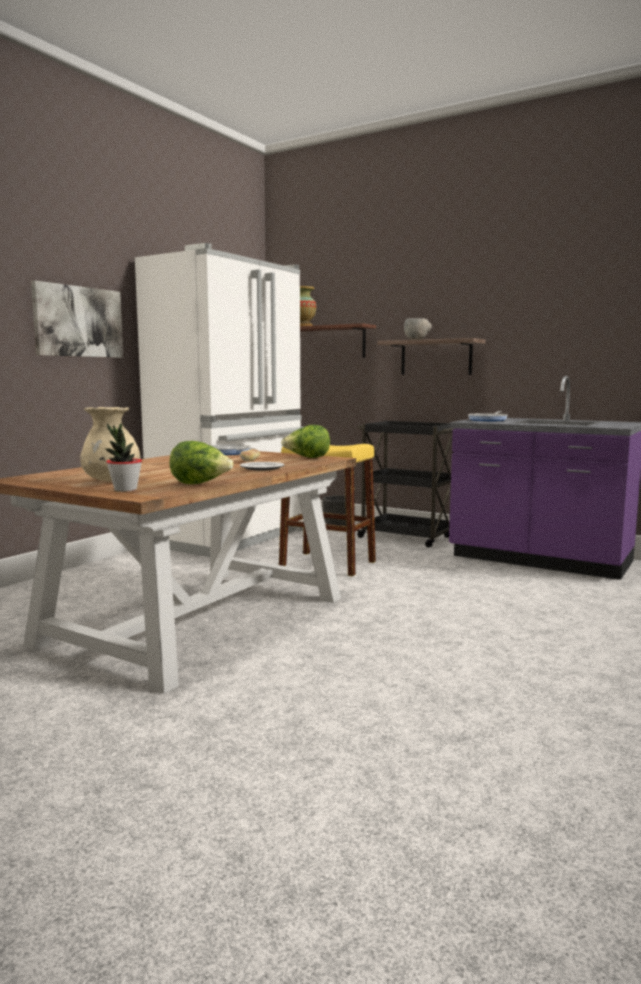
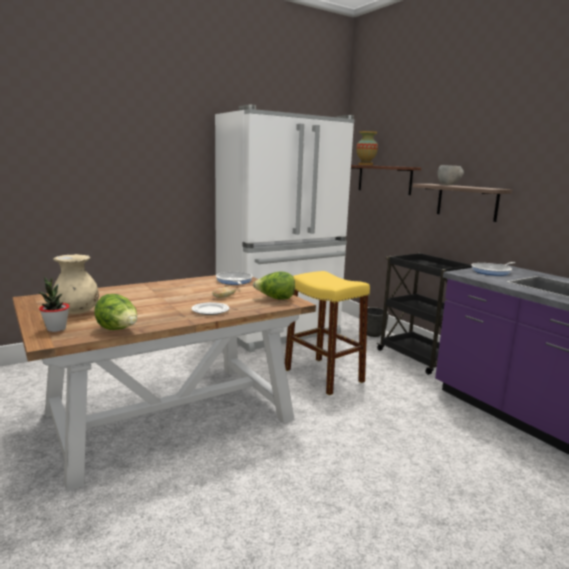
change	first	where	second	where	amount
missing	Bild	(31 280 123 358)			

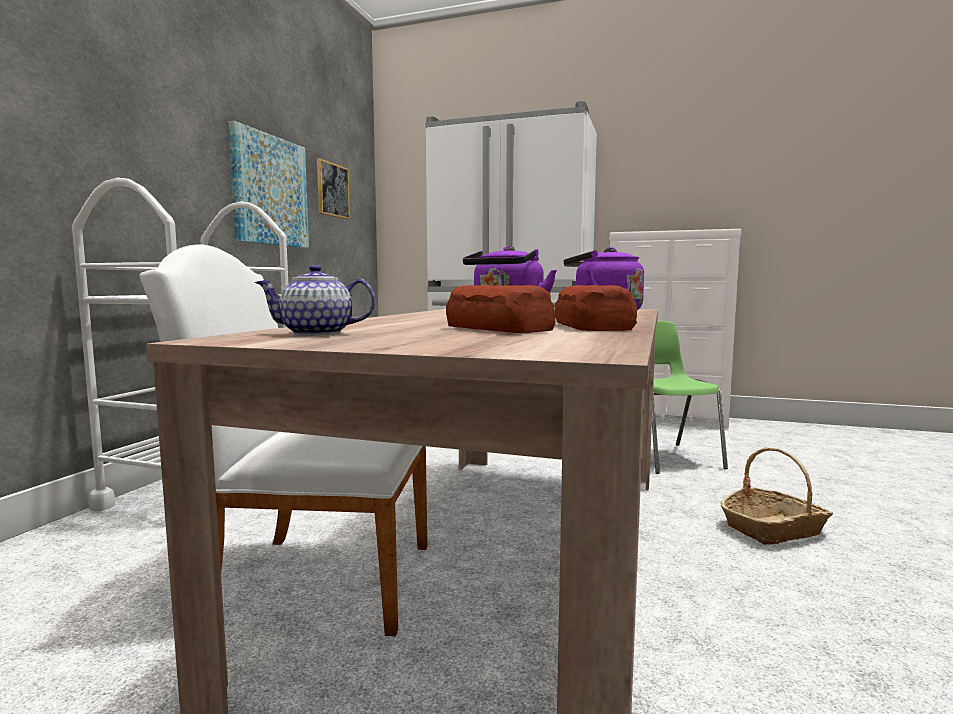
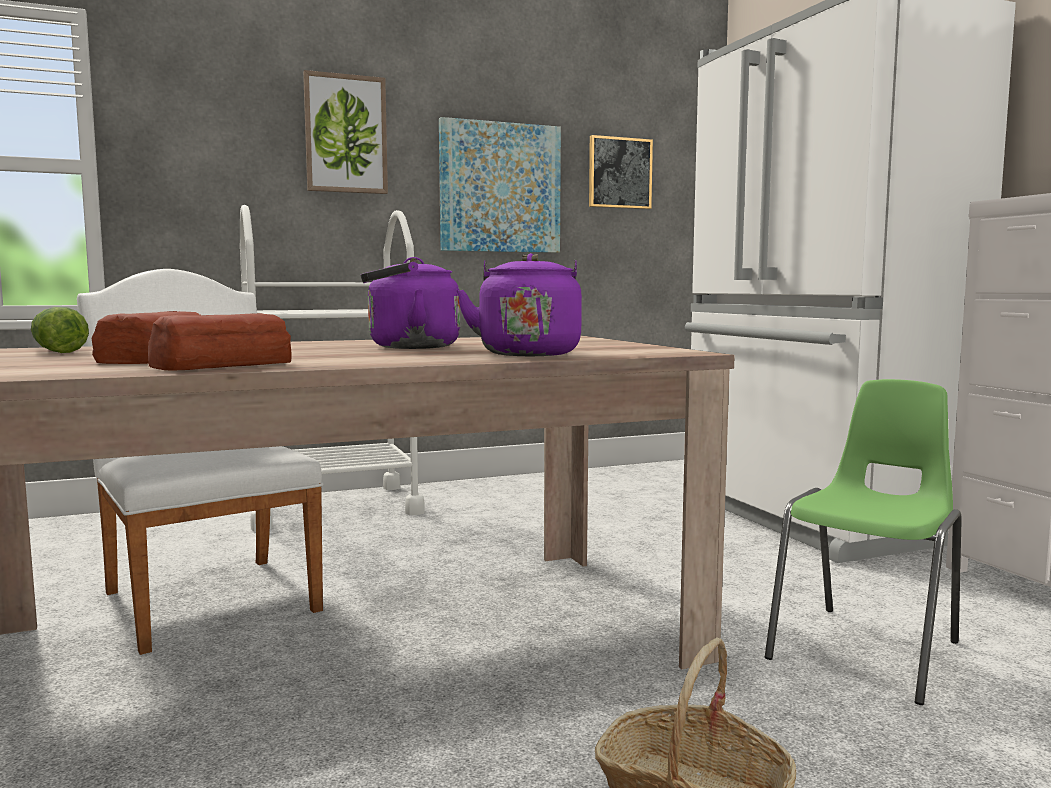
change	first	where	second	where	amount
appeared			Bild	(303 70 388 194)	
exchanged	Teekanne	(255 265 375 336)	Salatkopf	(31 307 89 353)	

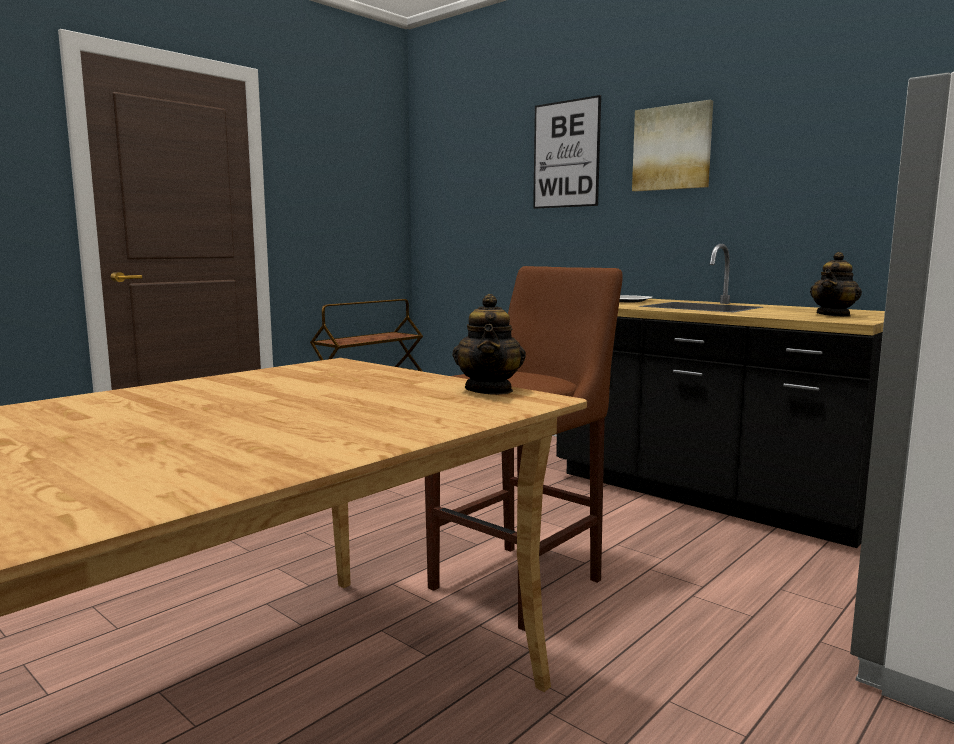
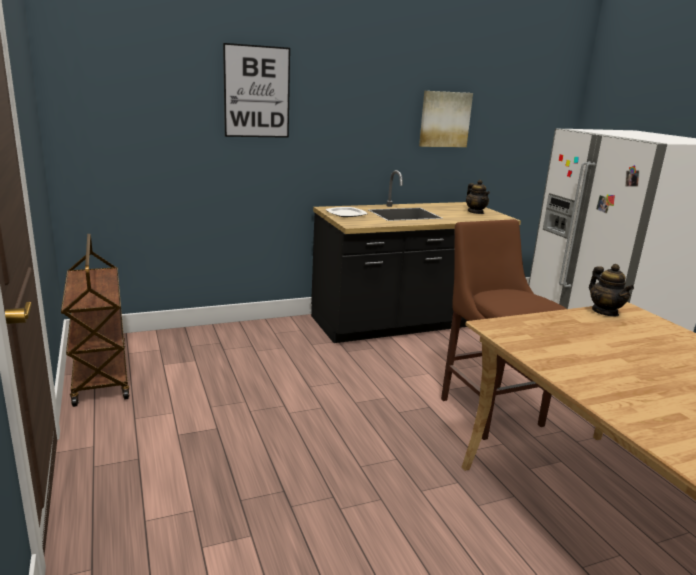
change	first	where	second	where	amount
relocated	Bild	(632 100 713 192)		(419 91 473 147)	
spun	Teekanne	(453 294 526 395)		(589 264 634 317)	45 degrees clockwise

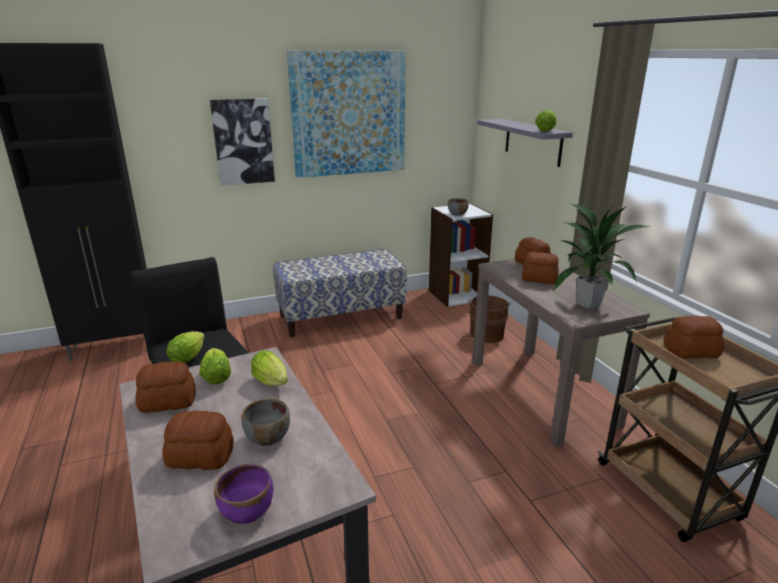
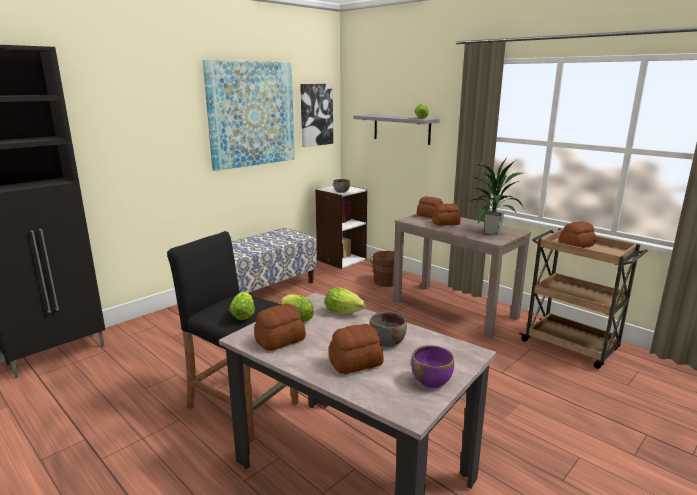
change	first	where	second	where	amount
relocated	Bild	(210 98 275 186)		(300 84 333 147)	

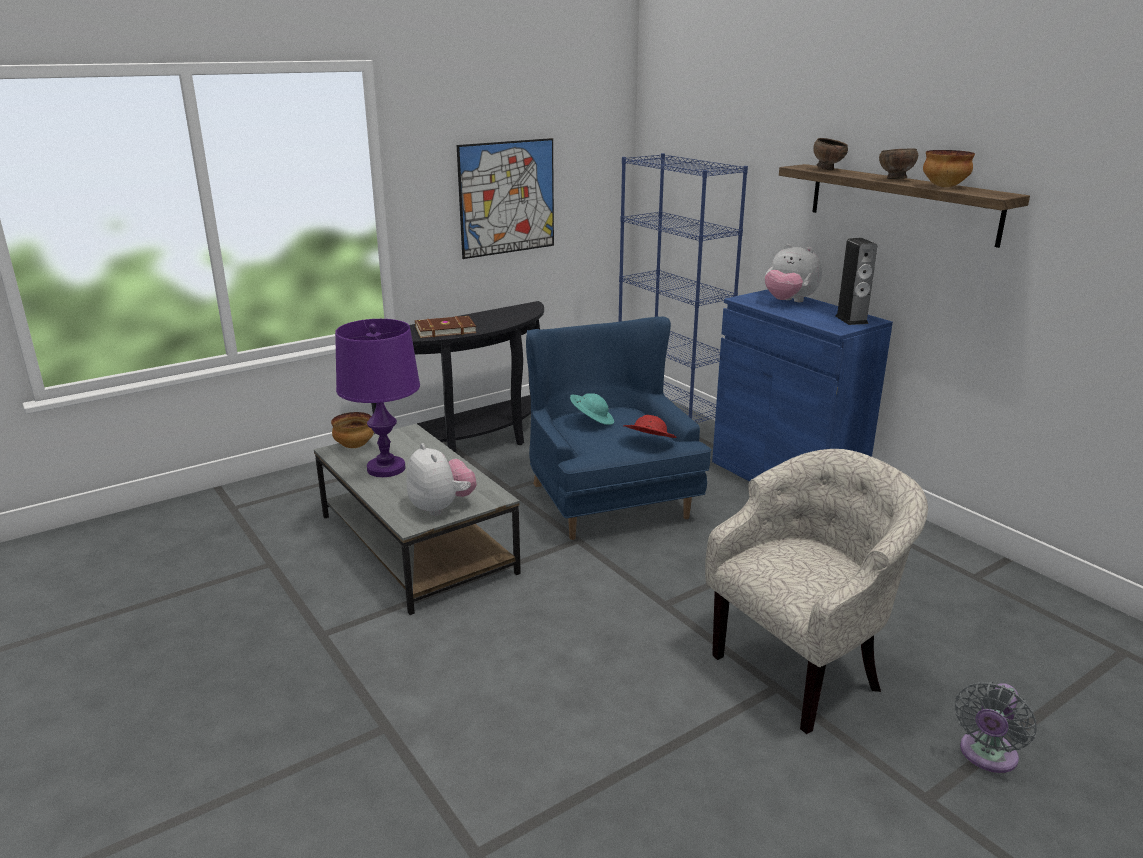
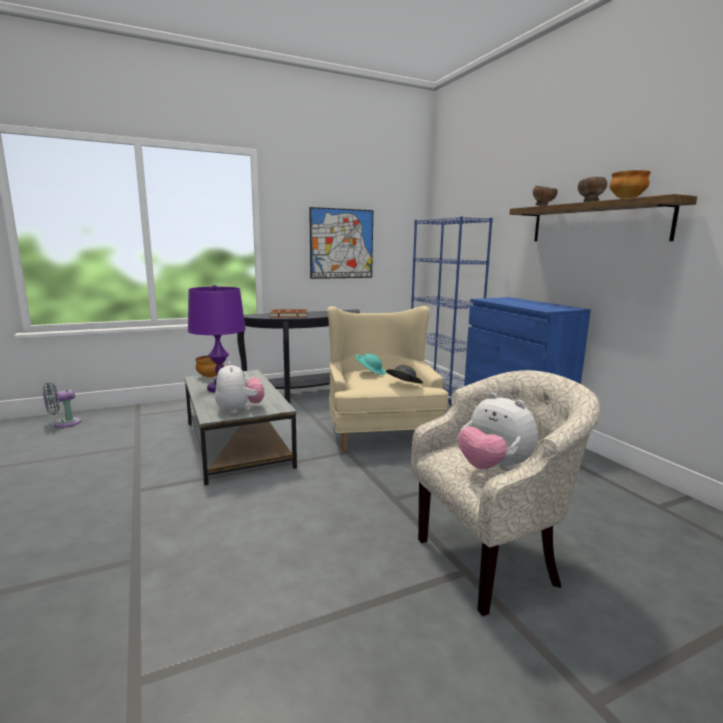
change	first	where	second	where	amount
missing	Lautsprecher	(835 238 877 325)			
relocated	Plüschtier	(765 244 822 302)		(458 393 538 470)	
relocated	Ventilator (grau)	(955 682 1037 773)		(43 382 81 428)	
colour	Sessel (blau)	(526 316 711 540)	Sessel (beige)	(327 306 449 452)	
colour	Hut (rot)	(623 415 677 438)	Hut (grau)	(385 365 423 384)	

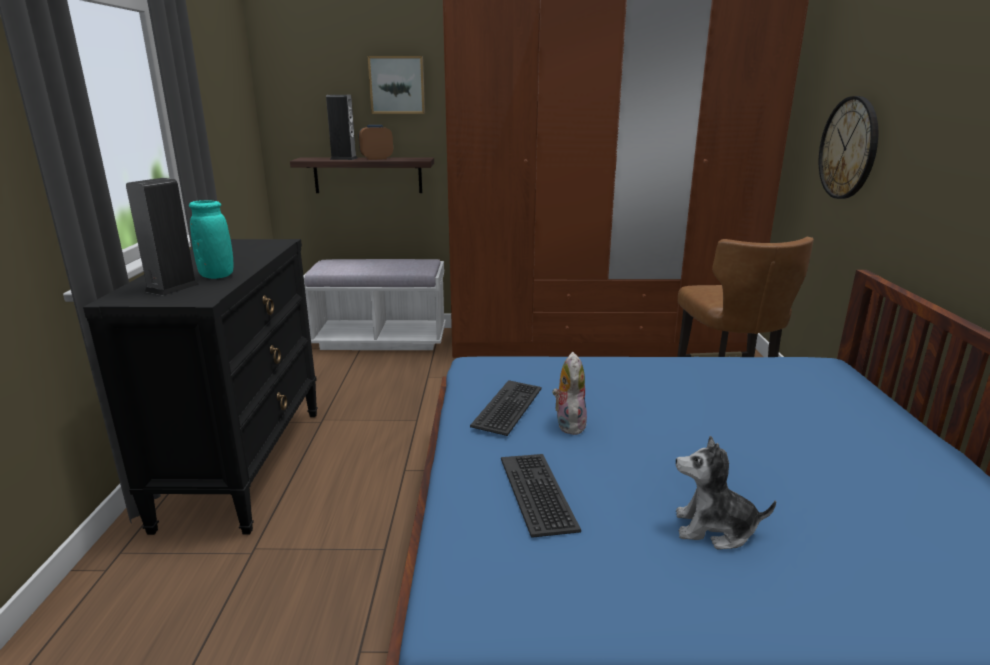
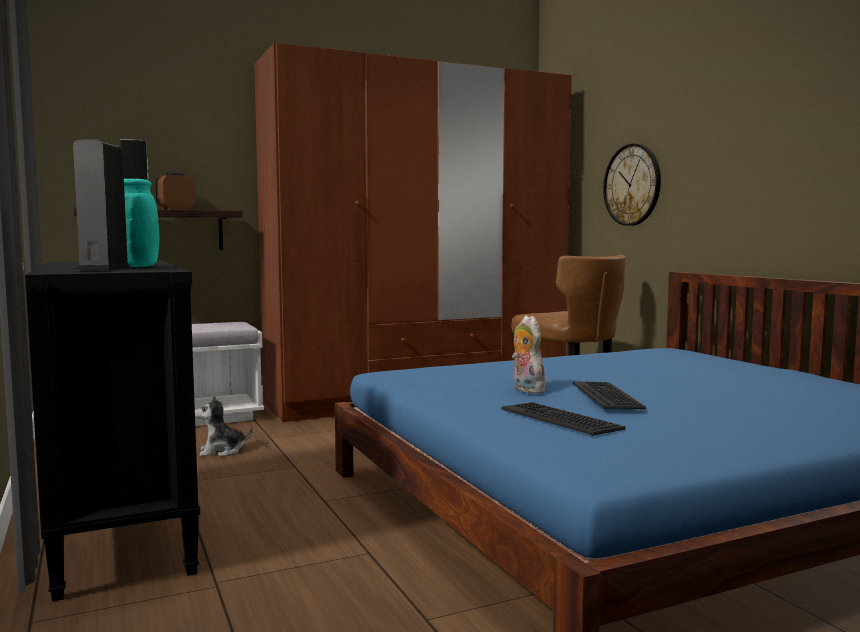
change	first	where	second	where	amount
missing	Bild	(368 56 425 114)			
relocated	Tastatur	(470 380 542 436)		(573 382 646 409)	
relocated	Plüschtier	(676 436 776 550)		(195 395 253 457)	

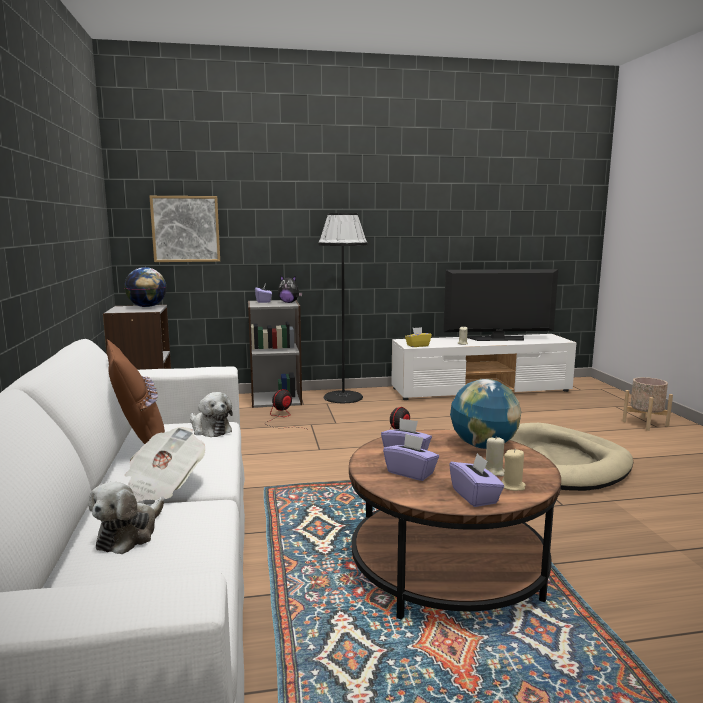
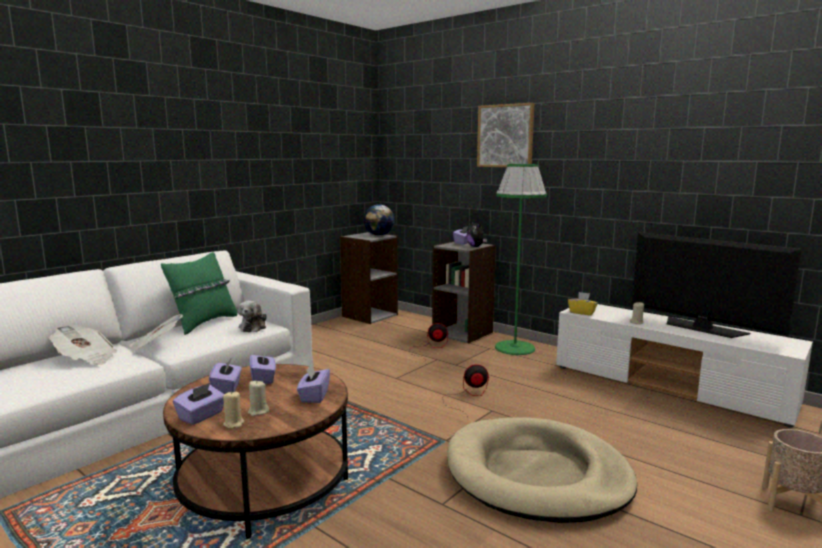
change	first	where	second	where	amount
relocated	Bild	(150 196 220 262)		(477 103 534 167)	
exchanged	Plüschtier	(88 482 164 554)	Zeitung	(49 326 117 365)	
exchanged	Globus	(450 379 521 449)	Taschentuchbox (lila)	(297 364 330 403)	
colour	Kissen (braun)	(107 340 165 444)	Kissen (grün)	(161 252 237 335)	
colour	Stehlampe (schwarz)	(318 213 367 403)	Stehlampe (grün)	(495 164 547 355)	

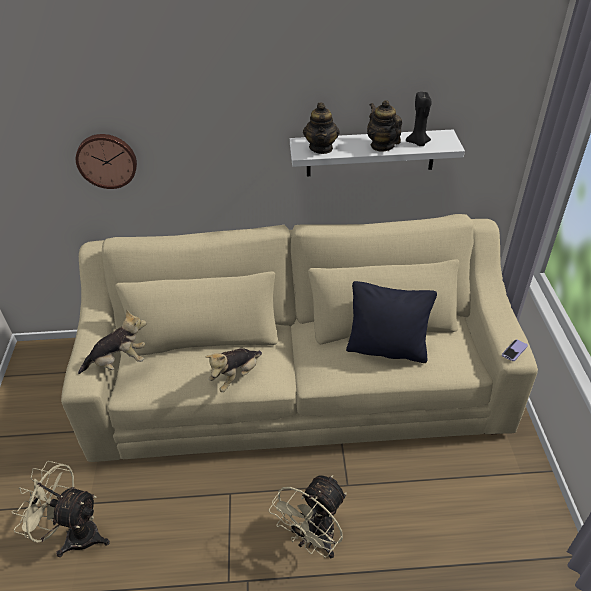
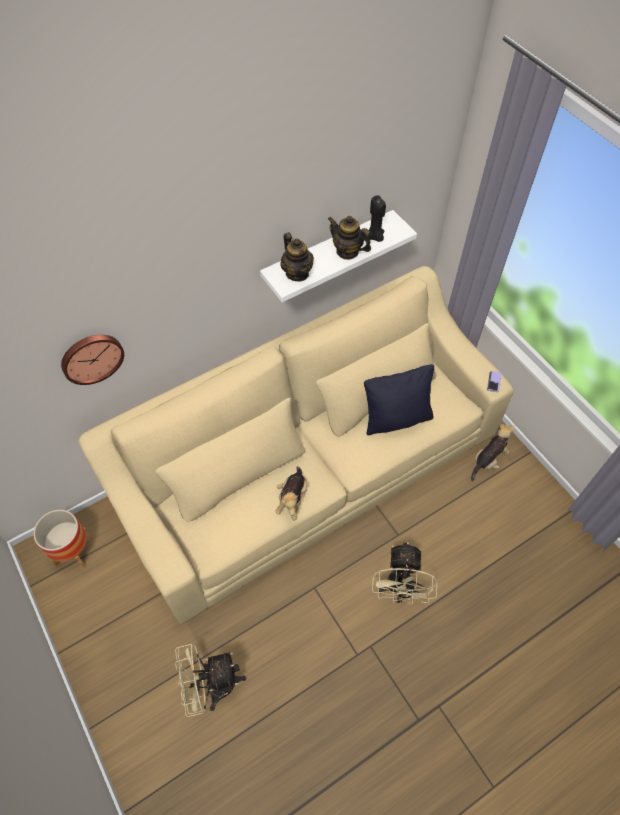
change	first	where	second	where	amount
appeared			Pflanzkübel	(33 510 93 568)	
relocated	Plüschtier	(78 309 147 374)		(471 424 515 481)	

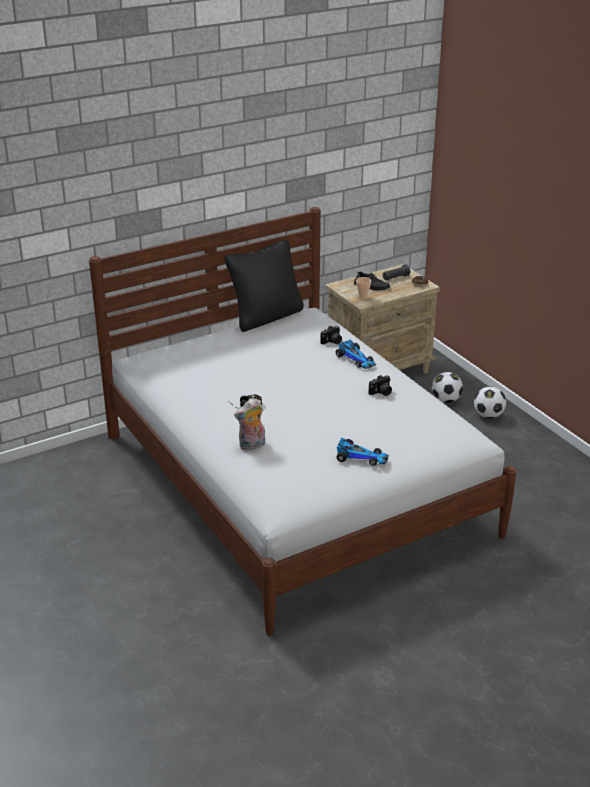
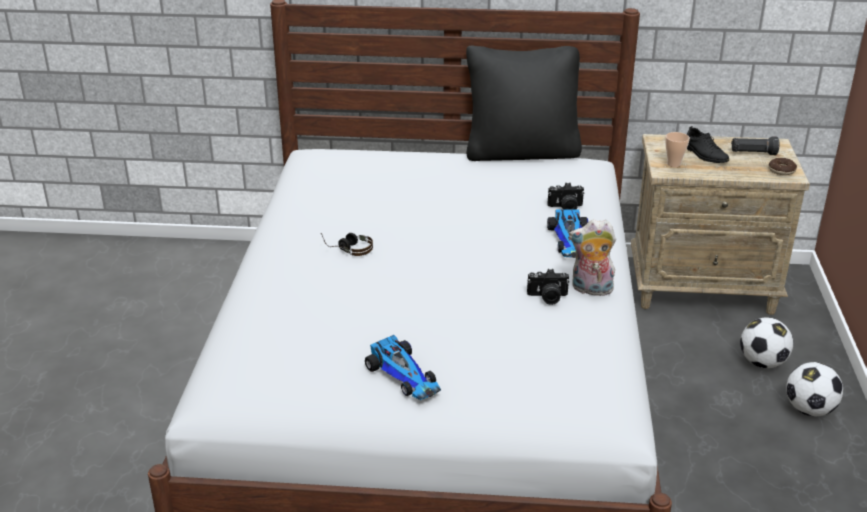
change	first	where	second	where	amount
relocated	Plüschtier	(234 398 265 450)		(569 219 616 296)	

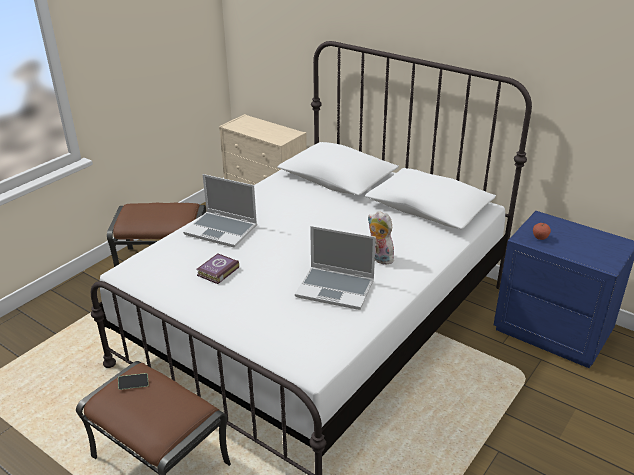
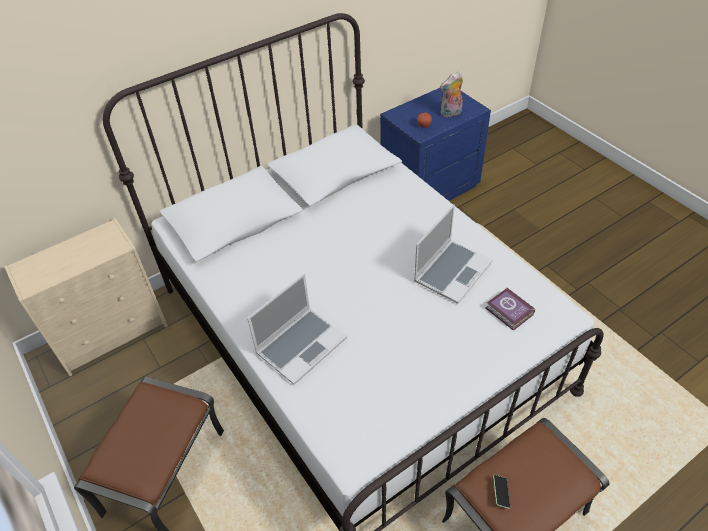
change	first	where	second	where	amount
relocated	Buch	(197 253 239 284)		(486 288 535 331)	
relocated	Plüschtier	(368 211 394 265)		(440 71 463 118)	

